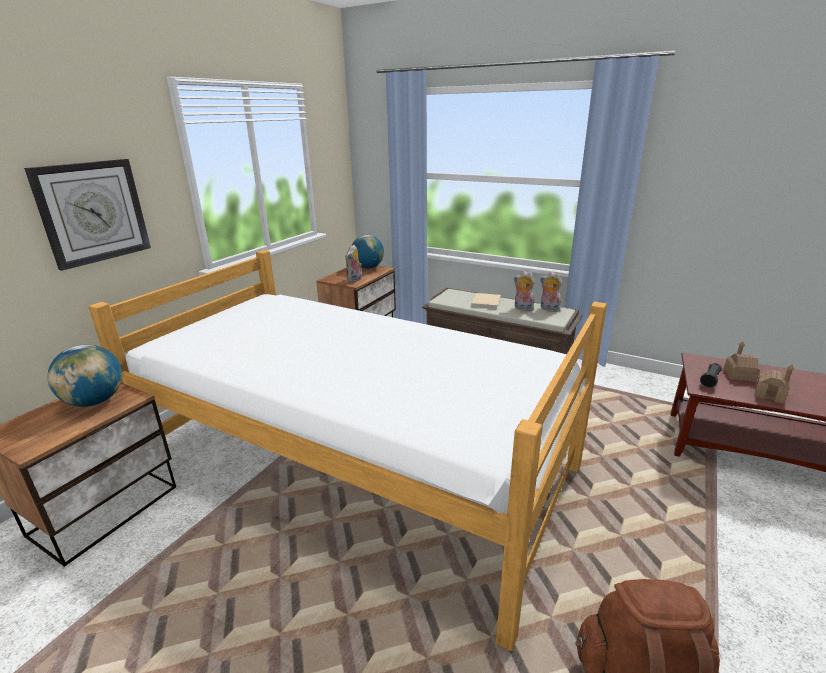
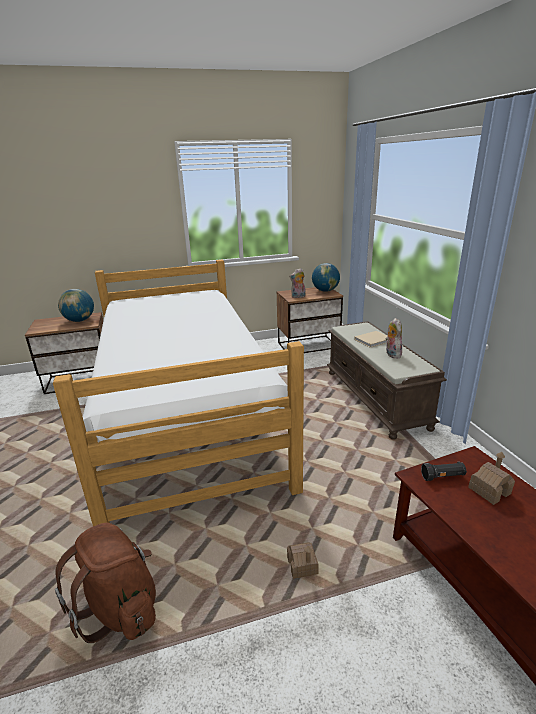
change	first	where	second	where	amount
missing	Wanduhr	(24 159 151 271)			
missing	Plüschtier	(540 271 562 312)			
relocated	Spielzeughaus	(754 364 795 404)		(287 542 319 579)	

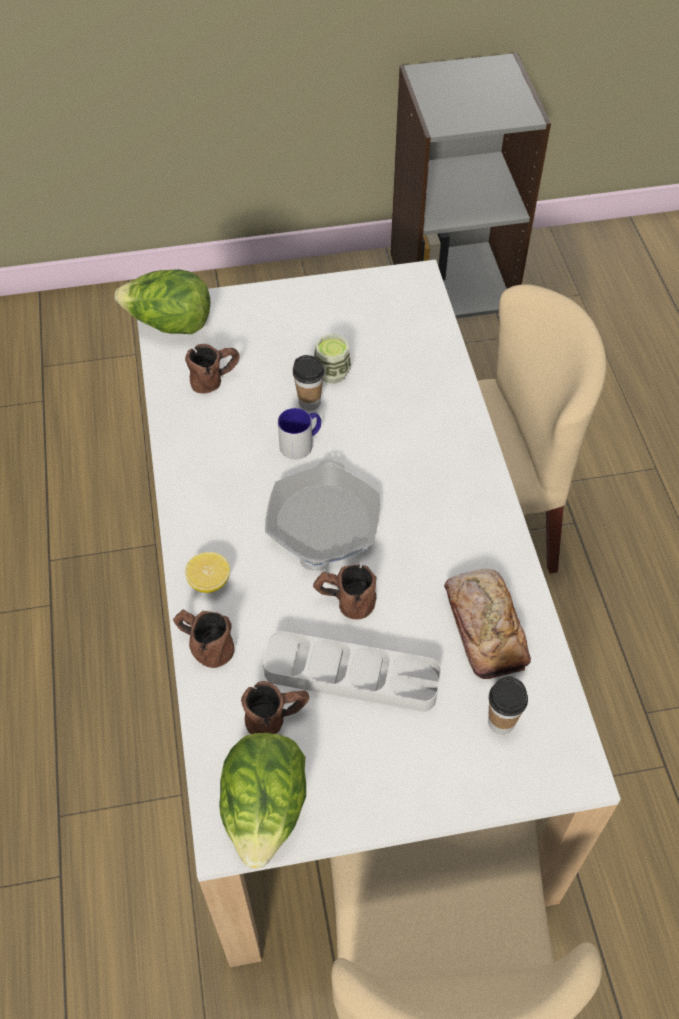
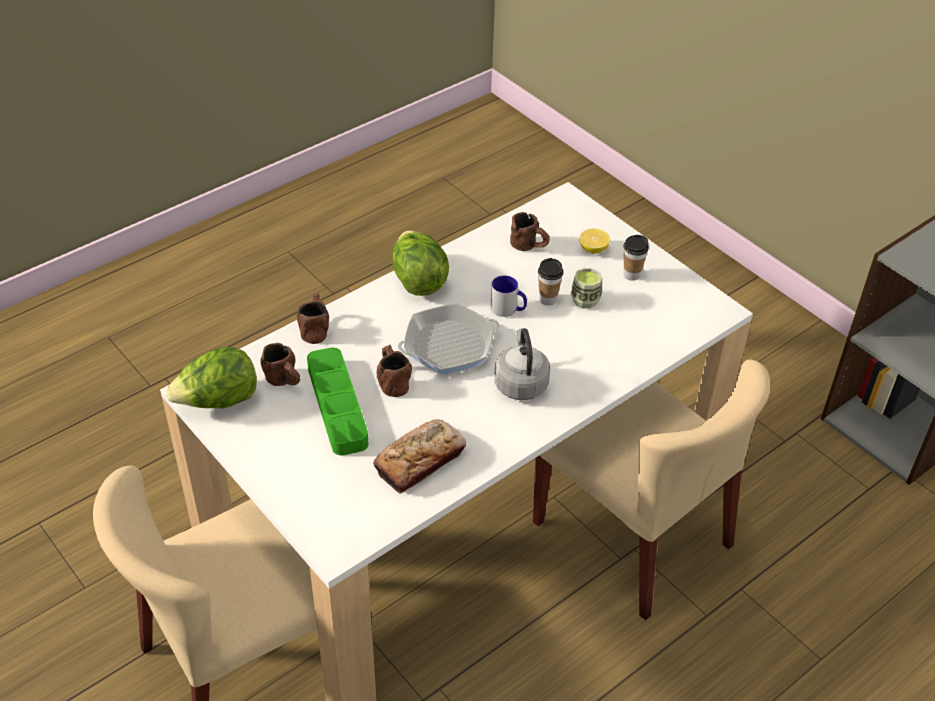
change	first	where	second	where	amount
appeared			Wasserkessel (grau)	(494 328 550 400)	
relocated	Salatkopf	(115 269 210 334)		(393 230 449 296)	
relocated	Zitrone	(185 552 230 593)		(579 228 610 253)	
relocated	Tasse	(488 676 528 734)		(623 235 649 281)	
colour	Tablett (grau)	(263 631 441 712)	Tablett (grün)	(307 348 368 455)	

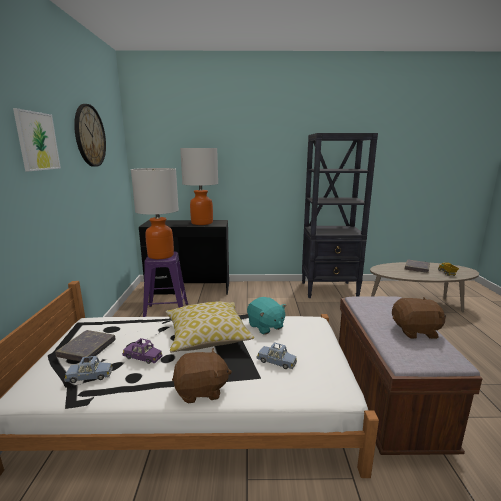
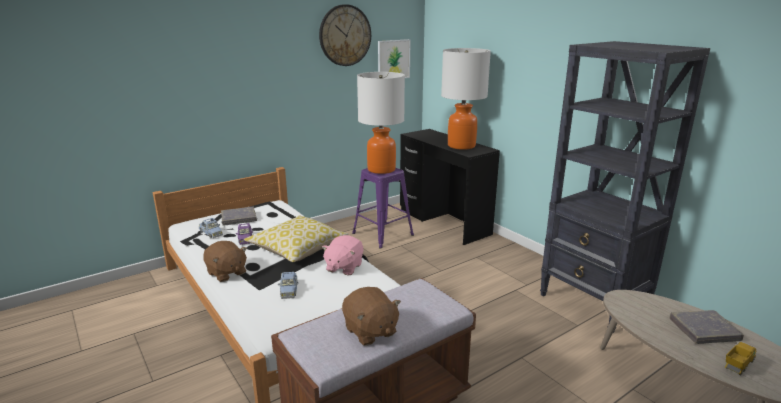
change	first	where	second	where	amount
relocated	Bild	(13 108 61 171)		(378 39 410 78)	
colour	Plüschtier (türkis)	(247 297 286 335)	Plüschtier (rosa)	(322 235 363 276)	

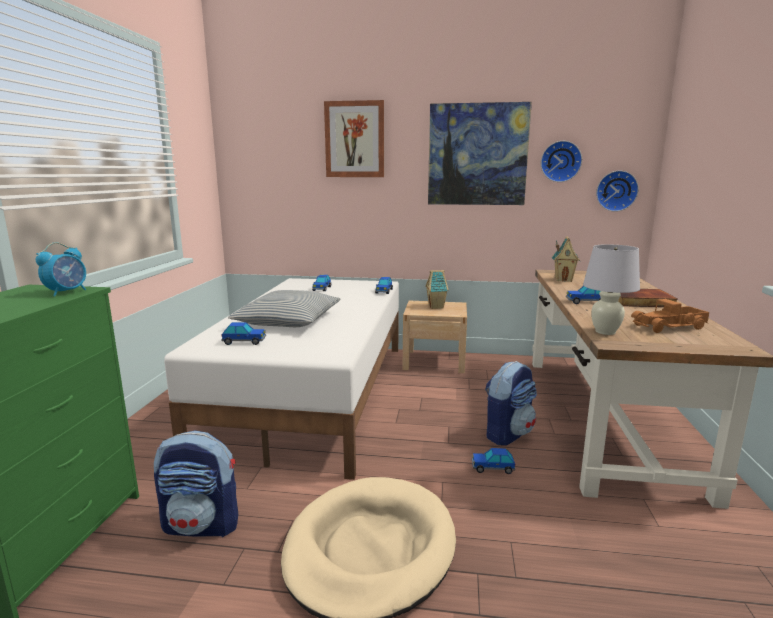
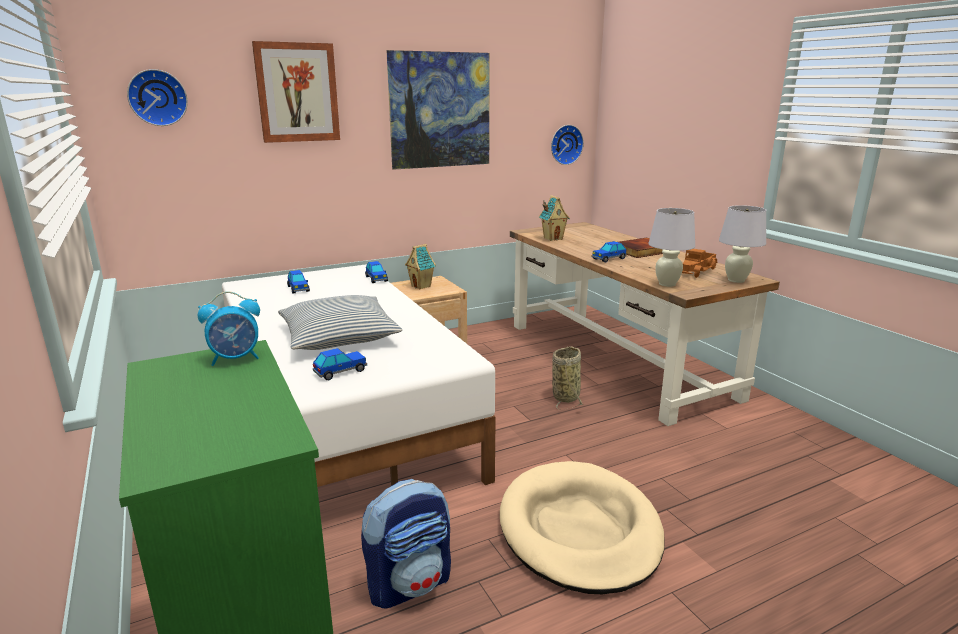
change	first	where	second	where	amount
missing	Spielzeugauto	(472 448 515 474)			
appeared			Tischlampe (weiß)	(719 205 766 283)	
relocated	Wanduhr	(541 141 582 182)		(127 69 188 126)	
exchanged	Rucksack	(485 361 537 446)	Korb	(552 346 583 410)	
spun	Wecker	(36 242 86 296)		(198 291 260 366)	75 degrees clockwise

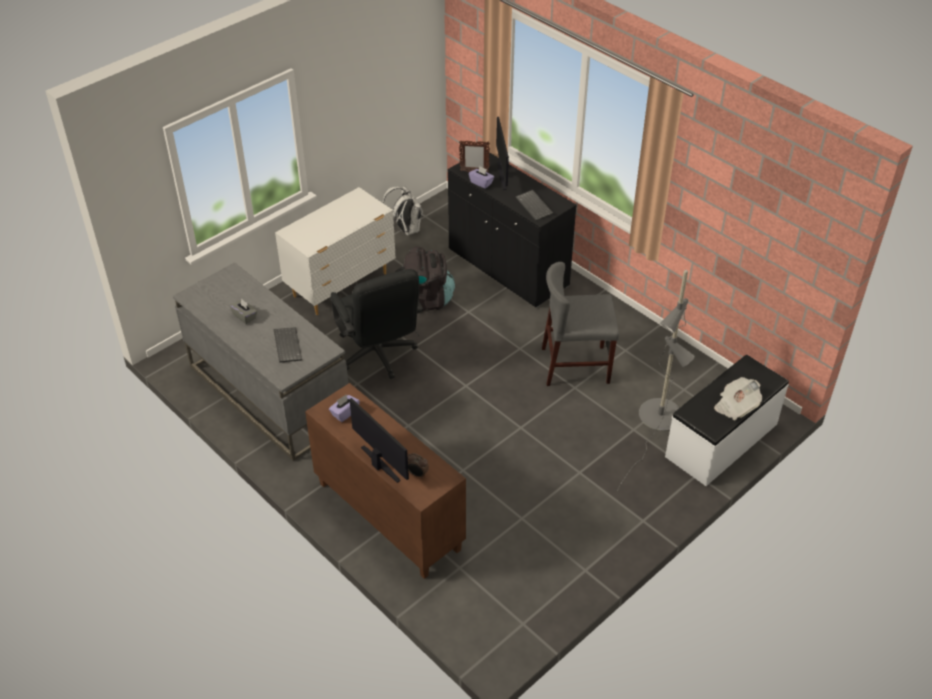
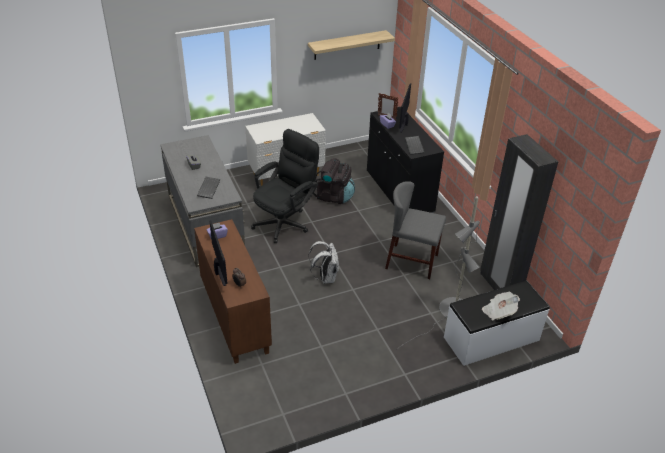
change	first	where	second	where	amount
appeared			Wandregal	(308 30 395 60)	
appeared			Kleiderschrank (schwarz)	(480 134 558 290)	
relocated	Rucksack (weiß)	(382 186 423 236)		(308 241 339 284)	
spun	Bürostuhl (schwarz)	(330 269 423 379)		(251 129 319 243)	135 degrees counterclockwise

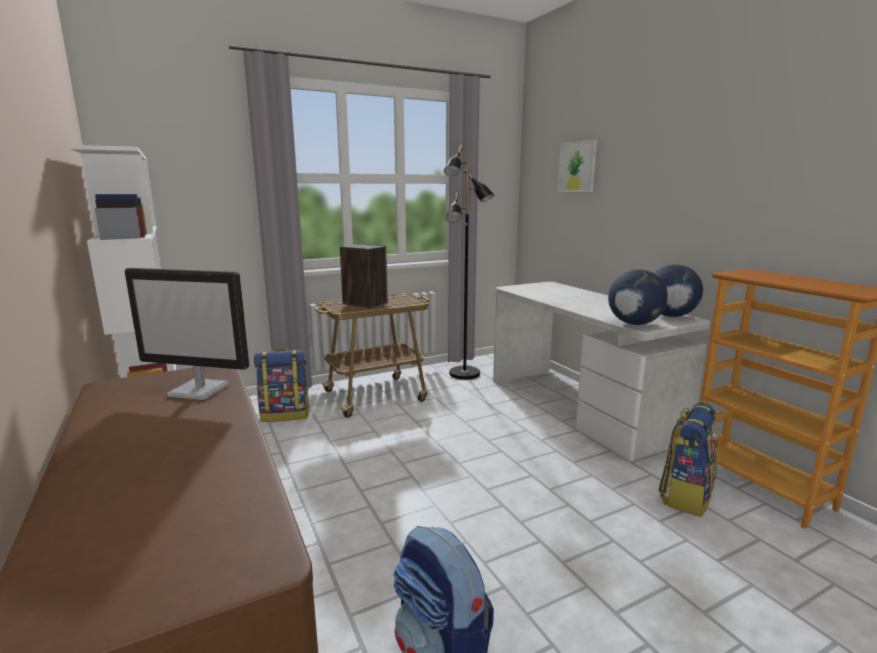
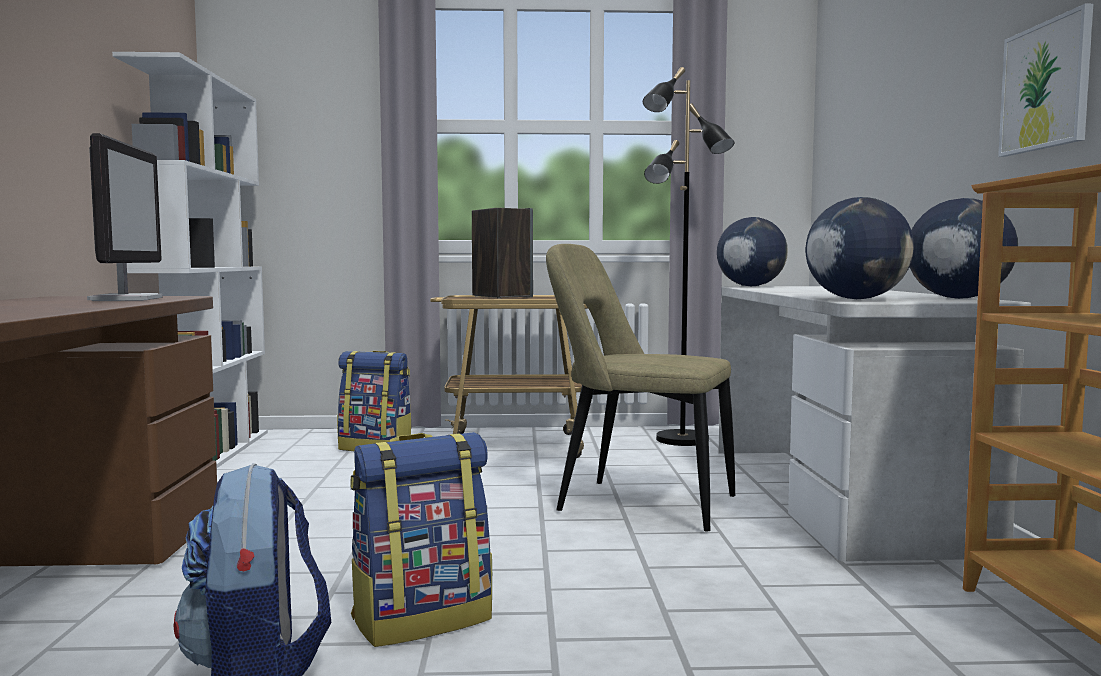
change	first	where	second	where	amount
appeared			Stuhl (beige)	(546 244 735 532)	
appeared			Globus	(717 217 788 286)	
relocated	Bild	(558 140 597 192)		(998 4 1093 157)	
relocated	Rucksack	(658 403 718 517)		(351 432 492 647)	
spun	Monitor	(125 268 250 400)		(87 133 163 301)	135 degrees counterclockwise

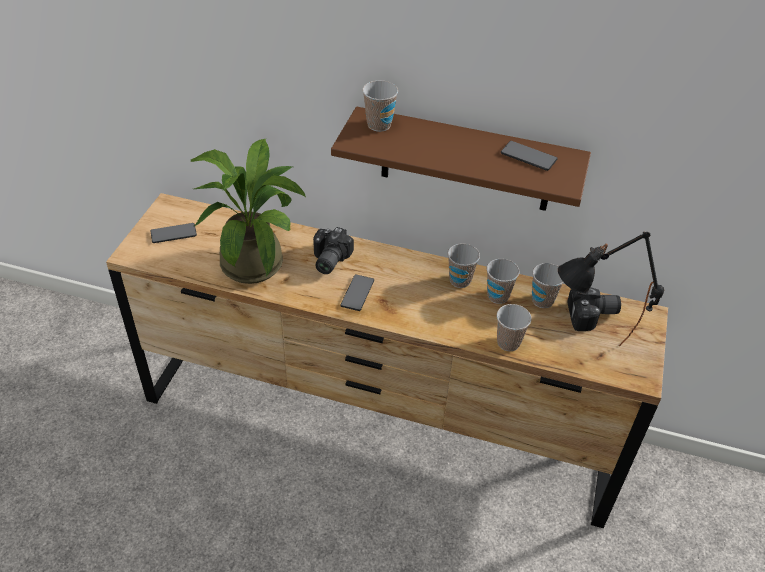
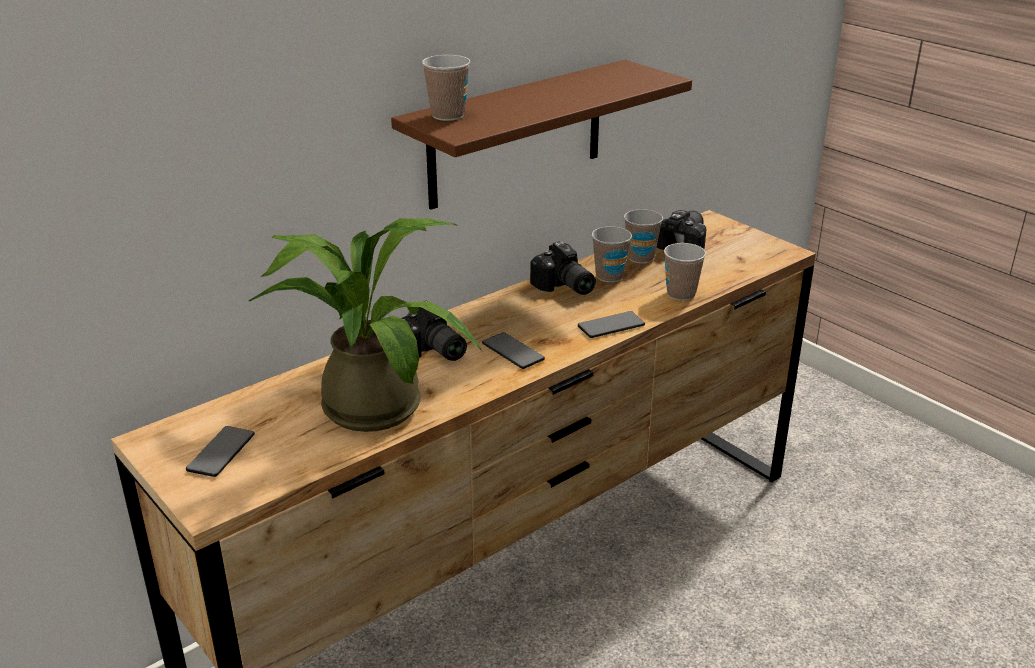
change	first	where	second	where	amount
missing	Tischlampe (schwarz)	(558 232 664 346)			
relocated	Handy	(501 141 558 171)		(578 311 645 338)	
exchanged	Tasse	(448 243 480 288)	Kamera	(530 241 596 295)	

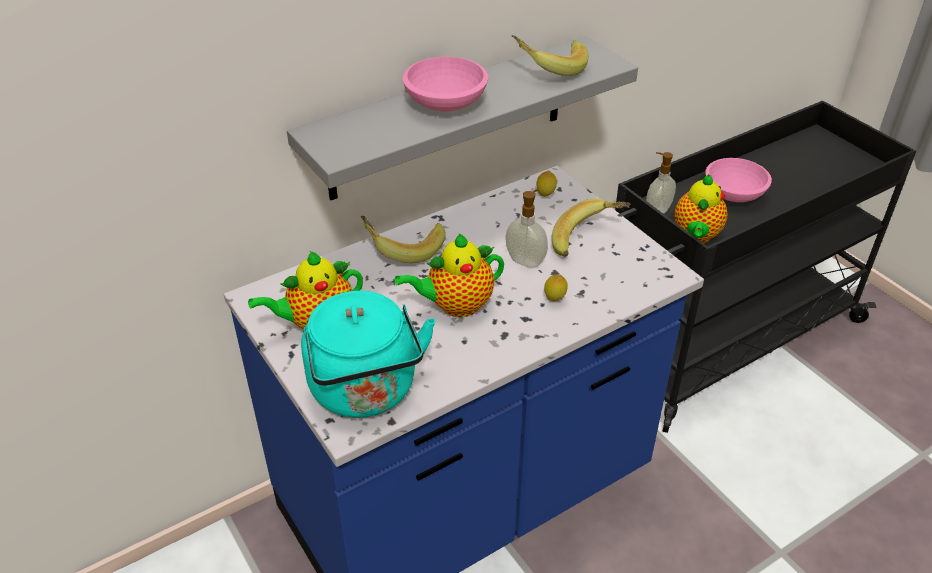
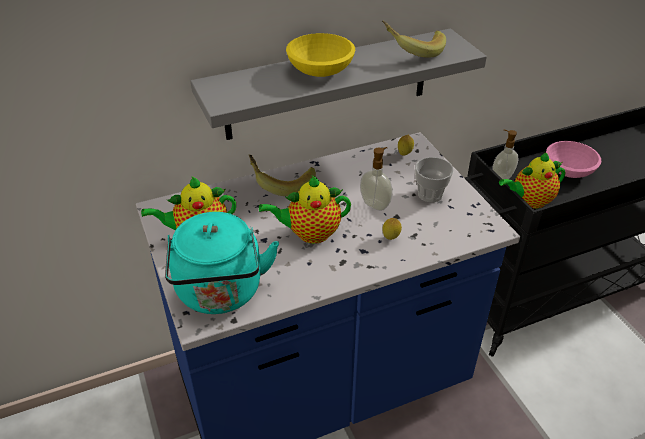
change	first	where	second	where	amount
exchanged	Banane	(552 198 630 257)	Tasse	(415 157 453 202)	
colour	Schüssel (rosa)	(403 57 488 112)	Schüssel (gelb)	(286 33 355 77)	
spun	Teekanne	(674 175 728 243)		(499 152 565 209)	45 degrees clockwise

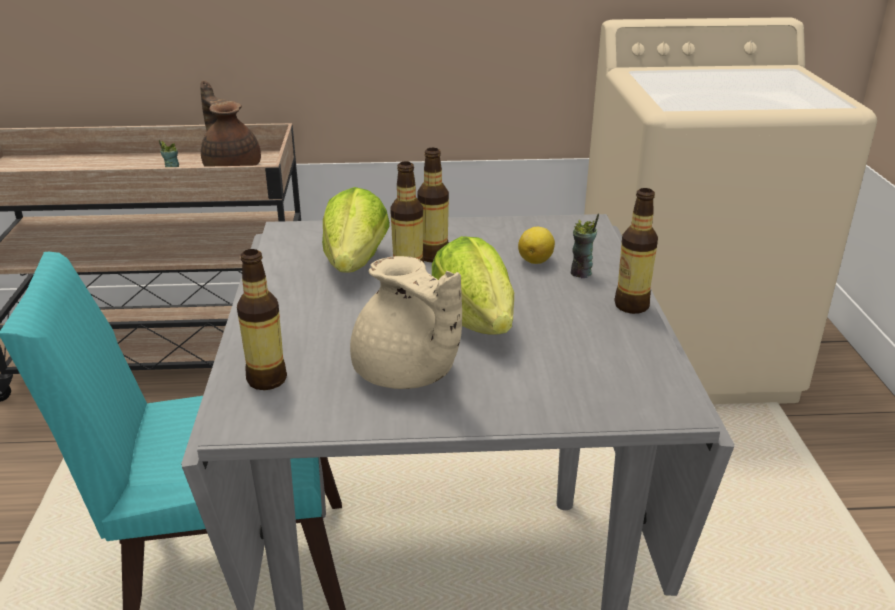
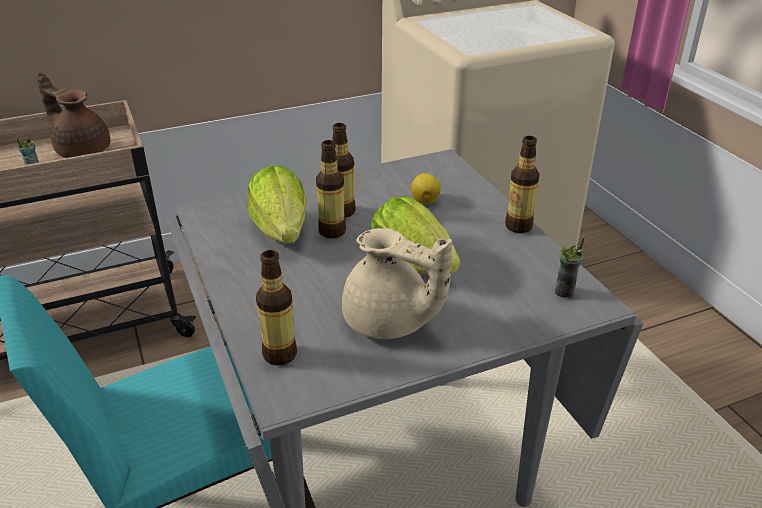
change	first	where	second	where	amount
relocated	Tasse	(571 214 599 278)		(555 238 584 298)	

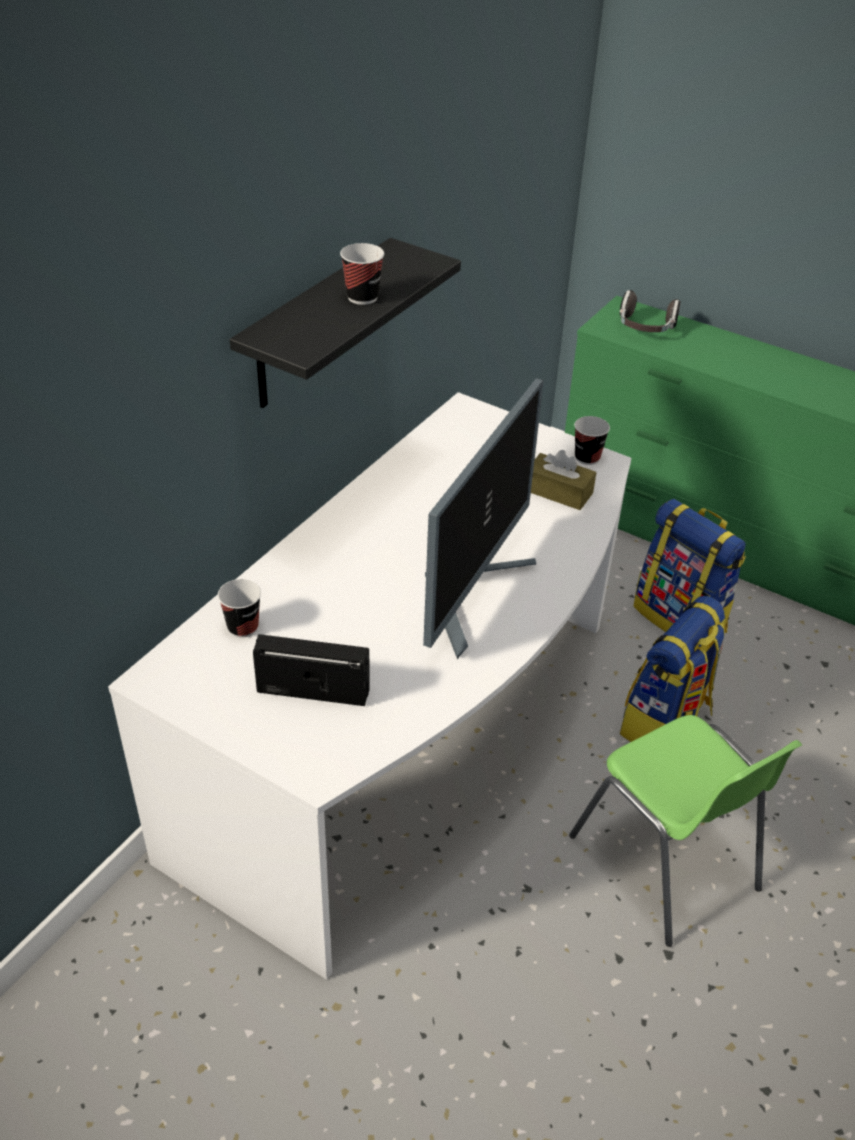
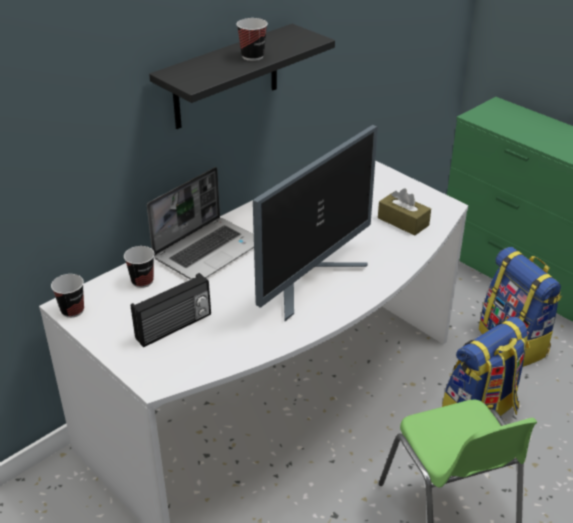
change	first	where	second	where	amount
missing	Kopfhörer	(620 290 681 332)			
appeared			Laptop	(147 167 254 279)	
relocated	Tasse	(574 416 610 465)		(51 274 84 318)	
spun	Radio	(253 634 370 706)		(131 273 211 347)	120 degrees clockwise

